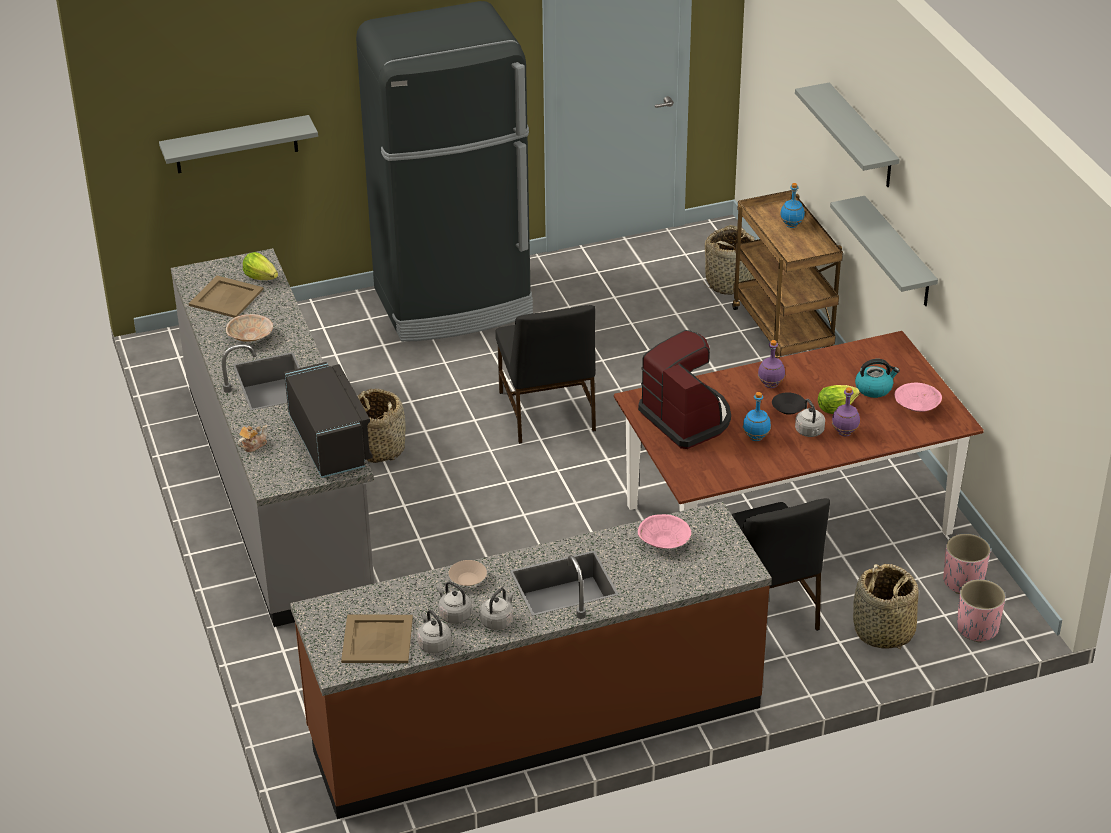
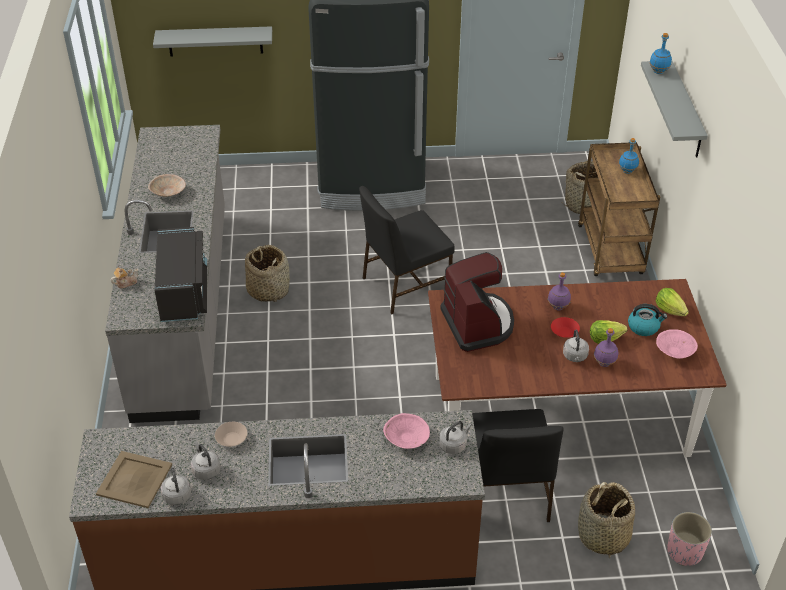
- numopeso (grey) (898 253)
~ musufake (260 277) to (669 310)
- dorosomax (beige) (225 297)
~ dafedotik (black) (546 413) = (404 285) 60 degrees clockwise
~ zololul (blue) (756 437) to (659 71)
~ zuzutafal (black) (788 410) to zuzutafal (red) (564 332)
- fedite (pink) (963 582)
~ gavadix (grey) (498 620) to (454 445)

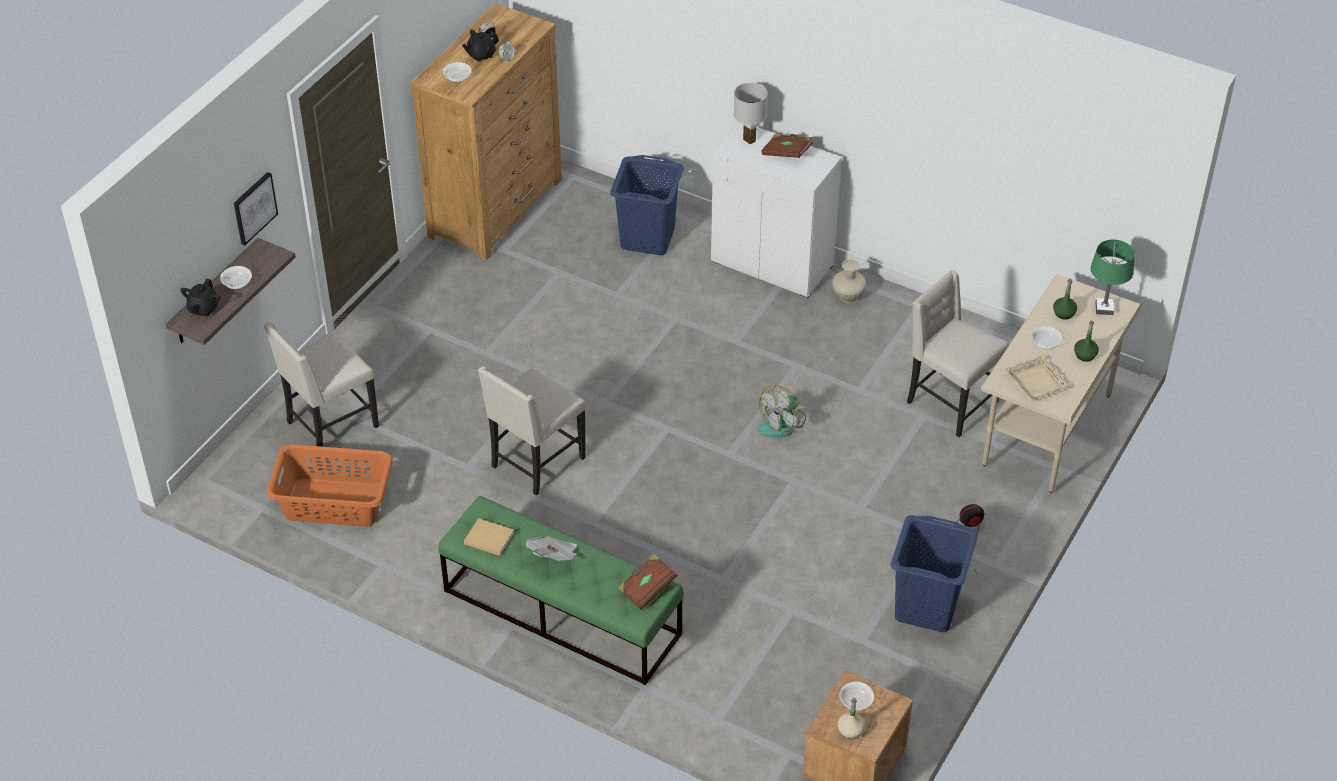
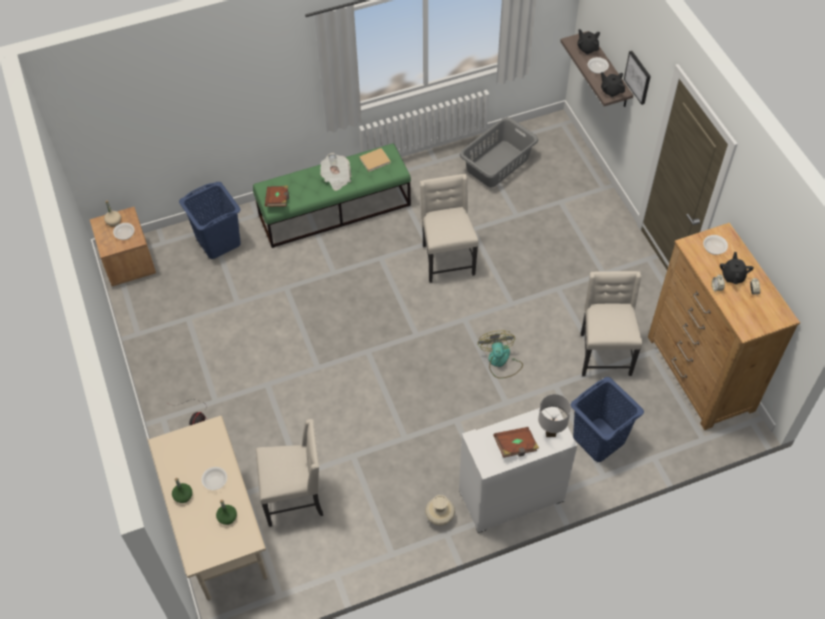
- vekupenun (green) (1104 308)
~ dafedotik (beige) (330 425) to (604 353)
- dorosomax (beige) (1036 382)
~ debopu (782 424) to (500 361)
~ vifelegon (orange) (334 502) to vifelegon (grey) (498 164)
~ vifelegon (blue) (926 607) to (218 241)
+ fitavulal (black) (611 91)

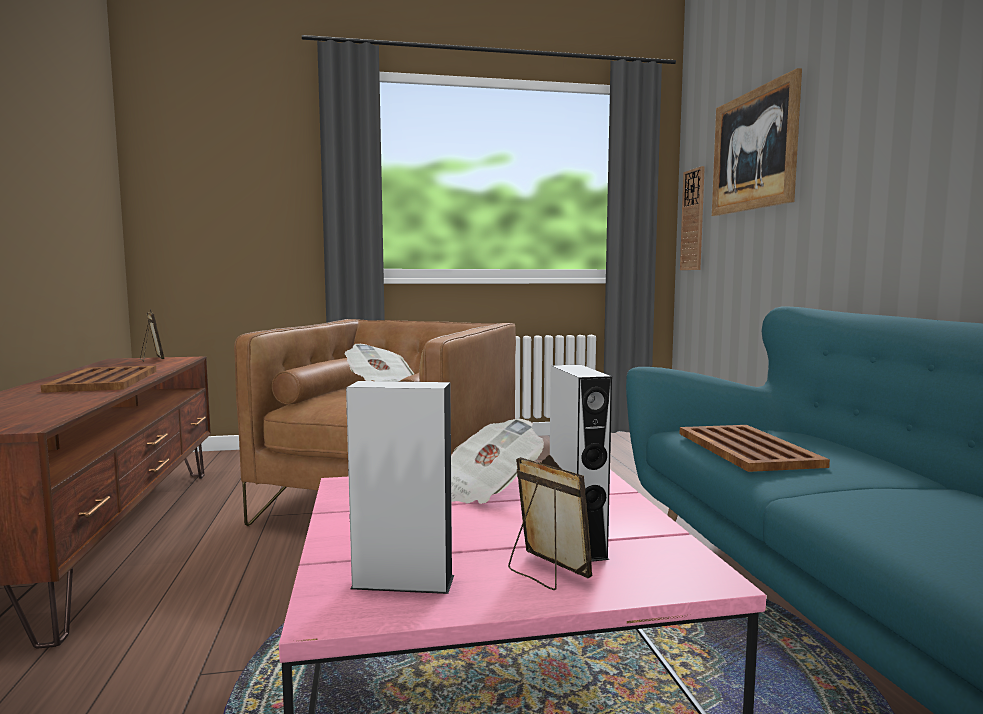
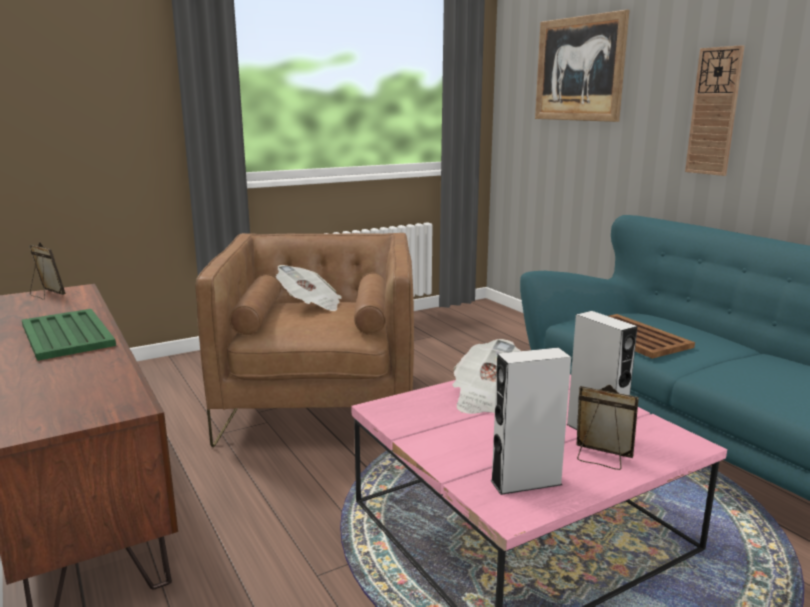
~ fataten (693 220) to (714 112)
~ dorosomax (brown) (103 381) to dorosomax (green) (67 335)

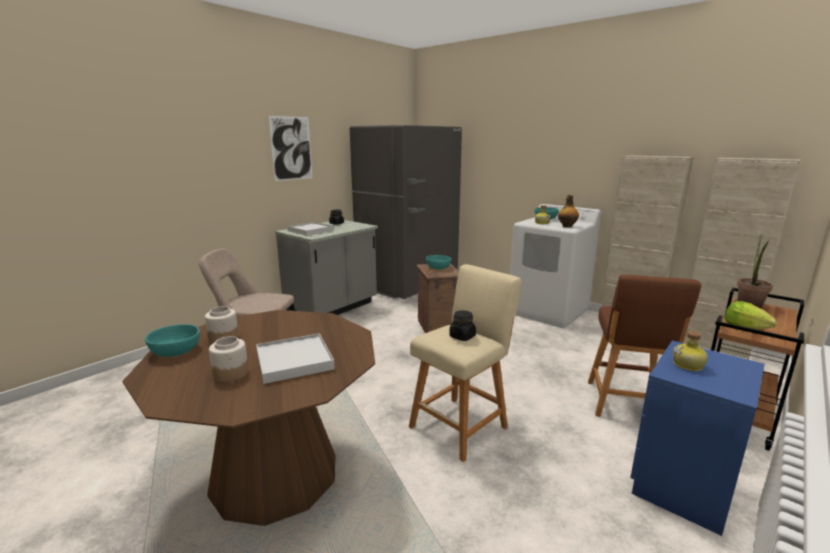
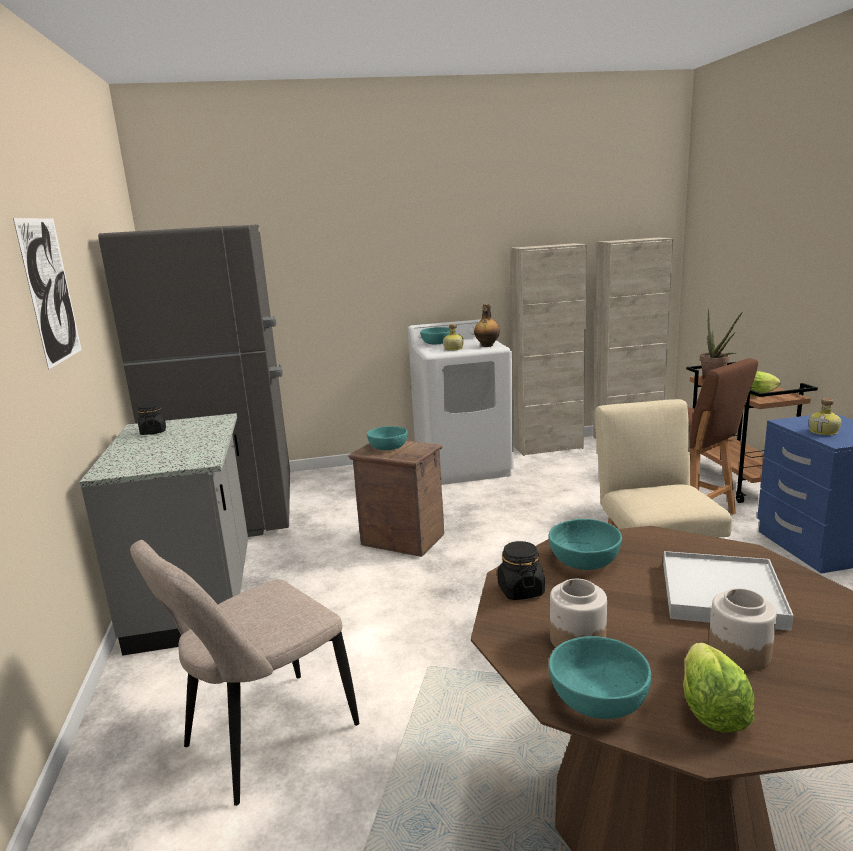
- dorosomax (white) (310 230)
~ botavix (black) (462 336) to (520 590)
+ zuzutafal (turquoise) (584 560)
+ musufake (711 710)

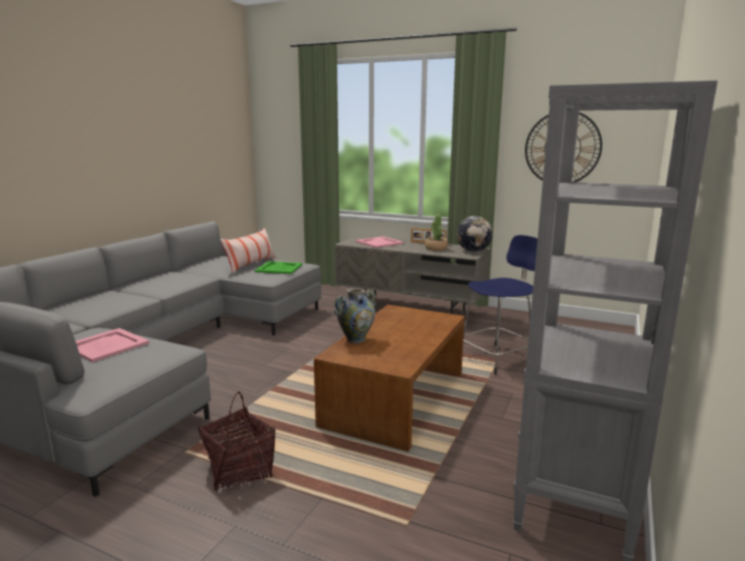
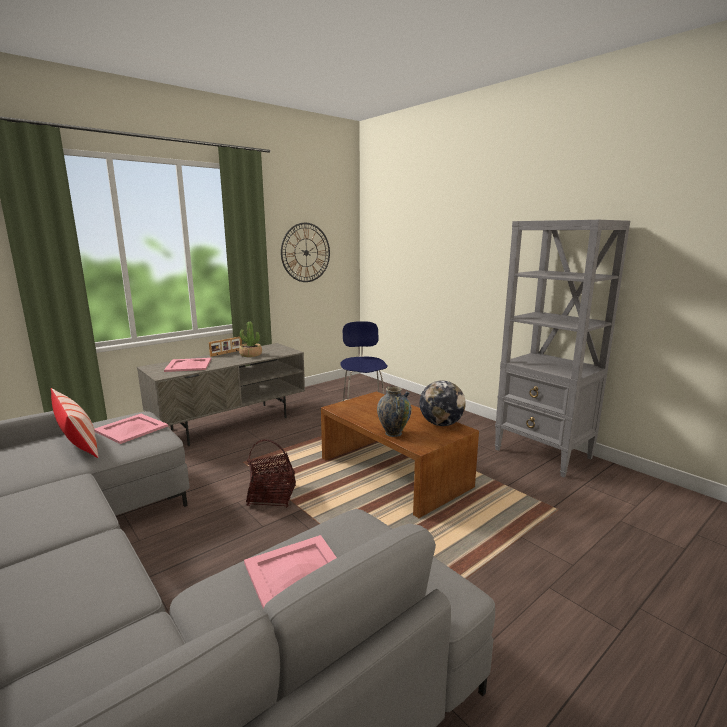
~ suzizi (473 251) to (441 424)
~ dorosomax (green) (279 268) to dorosomax (pink) (131 428)
~ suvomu (239 469) to (272 496)

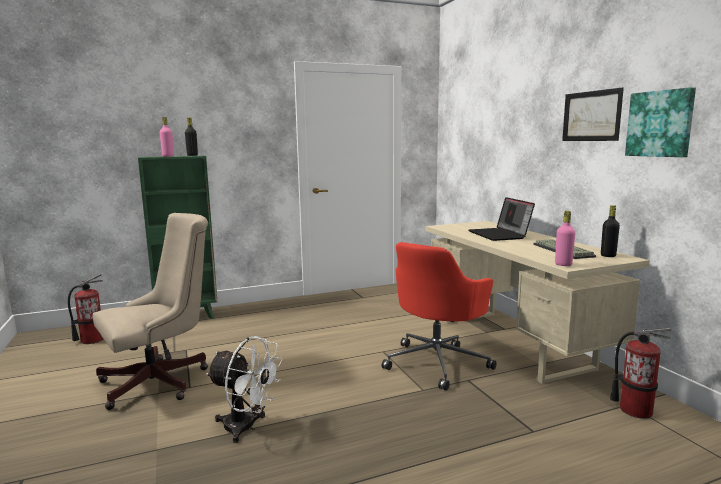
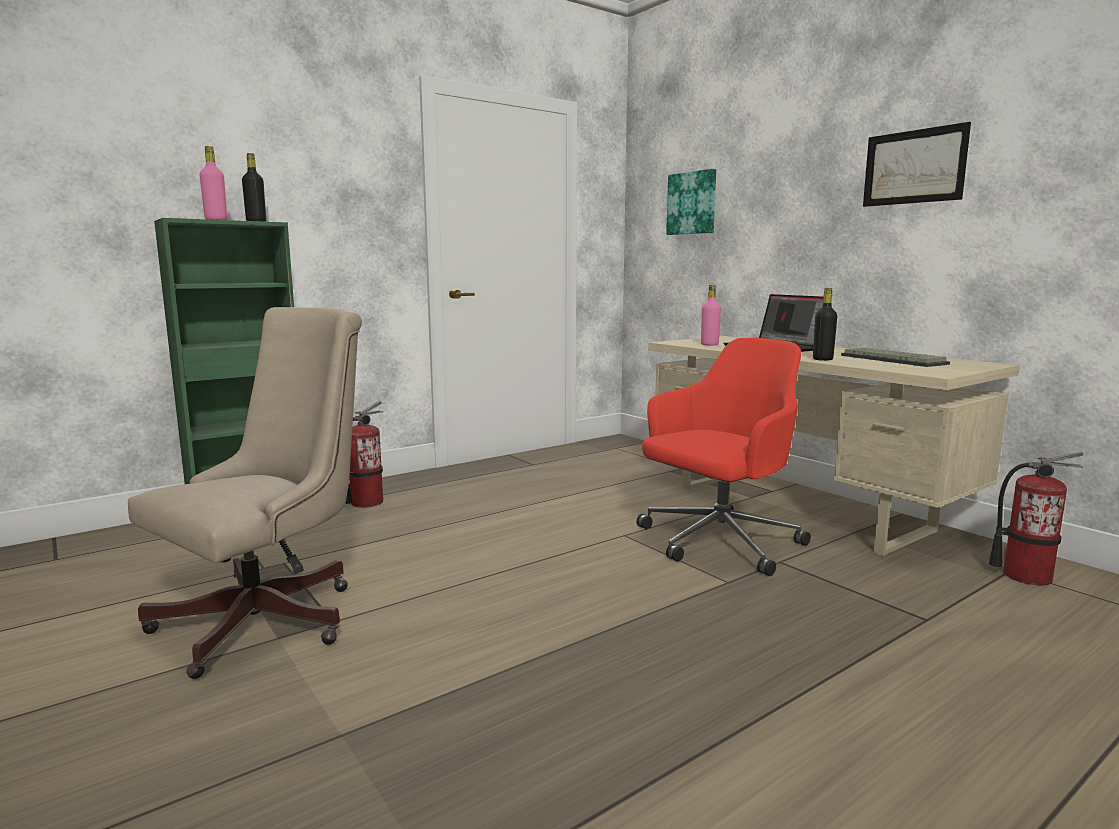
~ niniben (660 124) to (692 203)
~ zololul (black) (608 256) to (822 359)
~ zololul (pink) (563 264) to (709 344)
~ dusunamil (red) (437 362) = (717 542) 150 degrees counterclockwise
~ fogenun (92 340) to (366 502)
- debopu (white) (246 427)

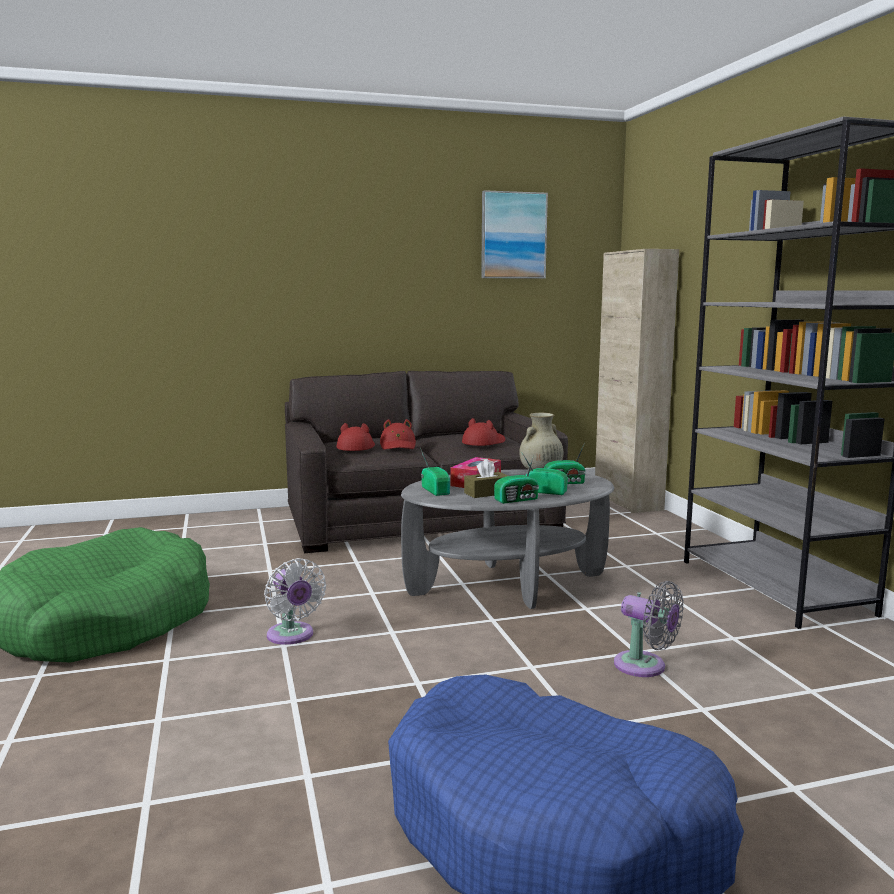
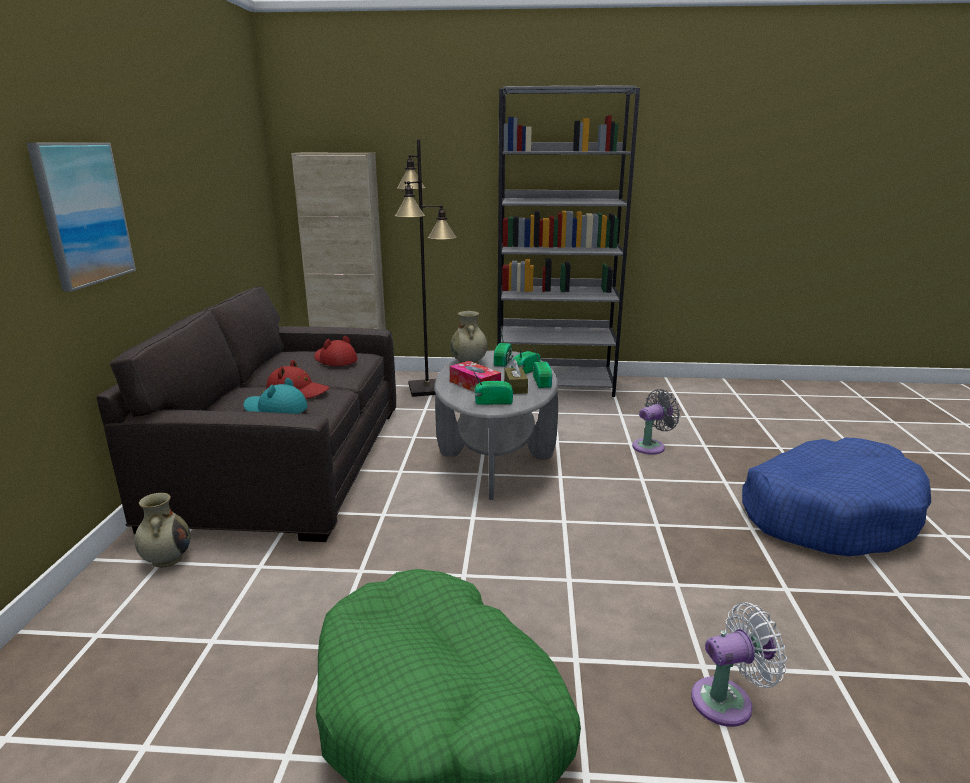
~ niniben (513 235) to (83 214)
~ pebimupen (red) (356 447) to pebimupen (turquoise) (275 409)
~ debopu (white) (292 636) to (727 700)
+ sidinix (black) (427 388)
+ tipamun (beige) (167 559)

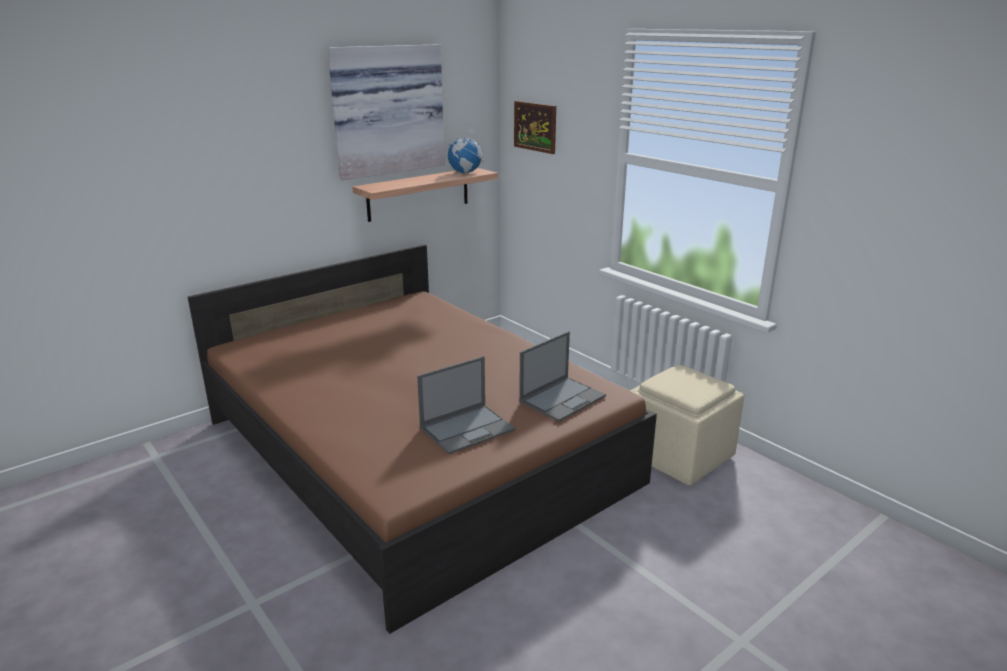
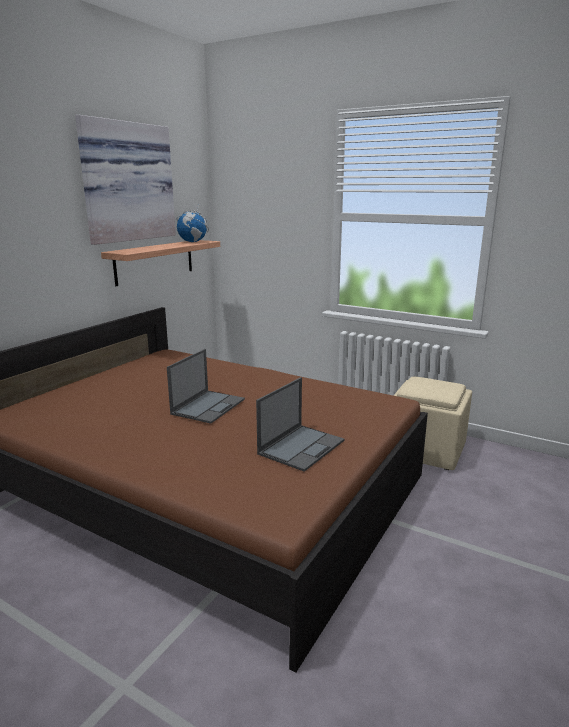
- niniben (535 127)
~ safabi (563 398) to (208 406)

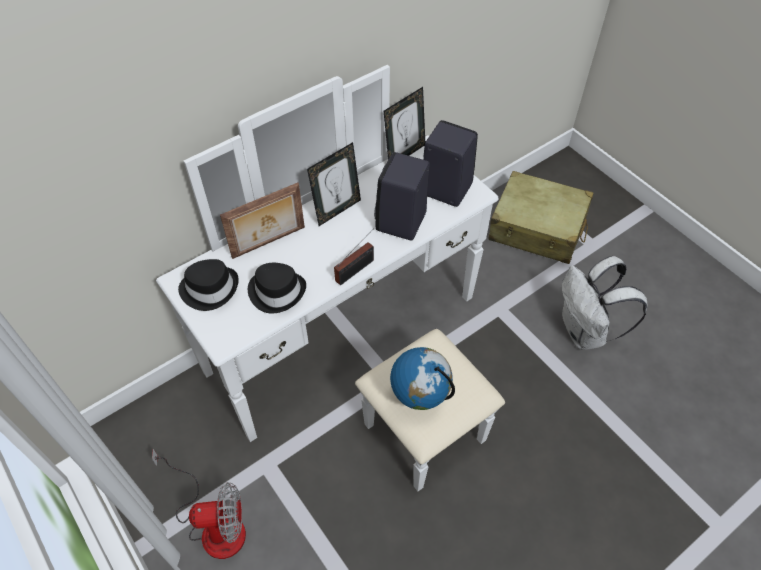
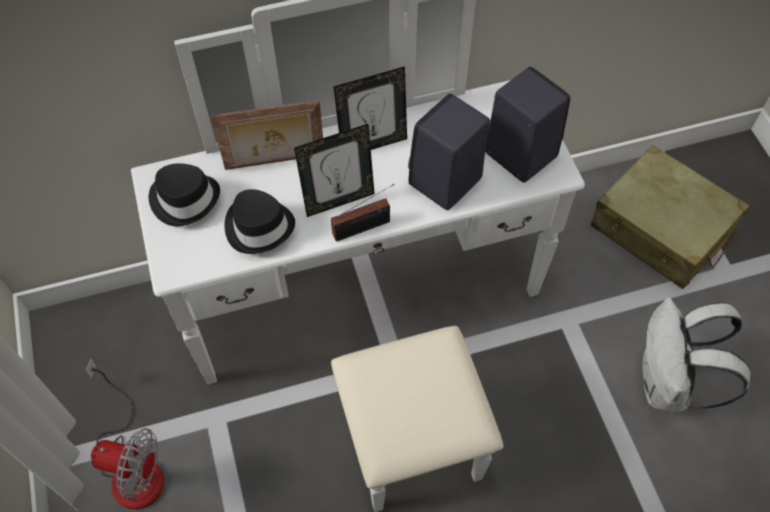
~ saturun (404 154) to (338 200)
- suzizi (419 399)

